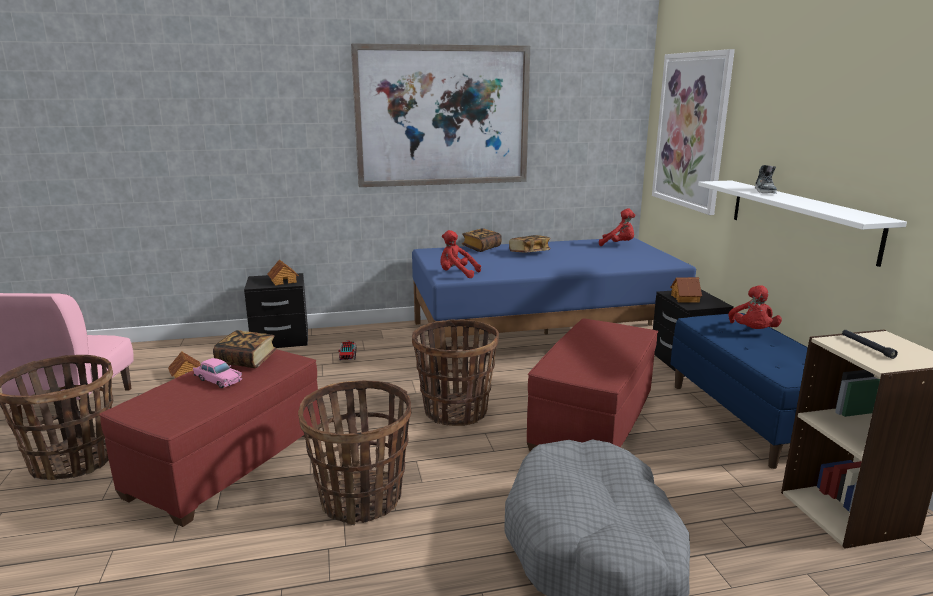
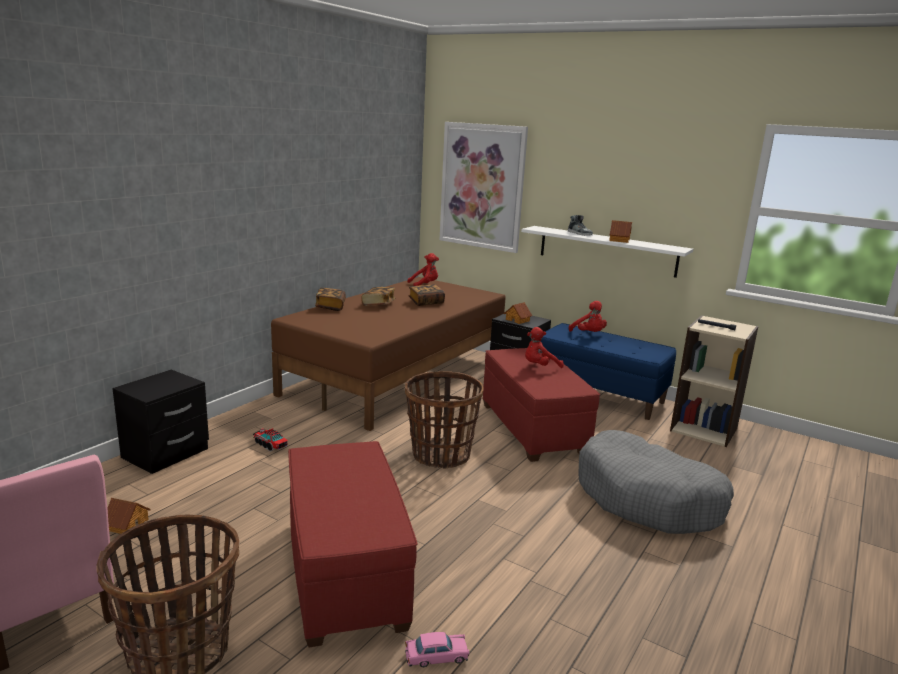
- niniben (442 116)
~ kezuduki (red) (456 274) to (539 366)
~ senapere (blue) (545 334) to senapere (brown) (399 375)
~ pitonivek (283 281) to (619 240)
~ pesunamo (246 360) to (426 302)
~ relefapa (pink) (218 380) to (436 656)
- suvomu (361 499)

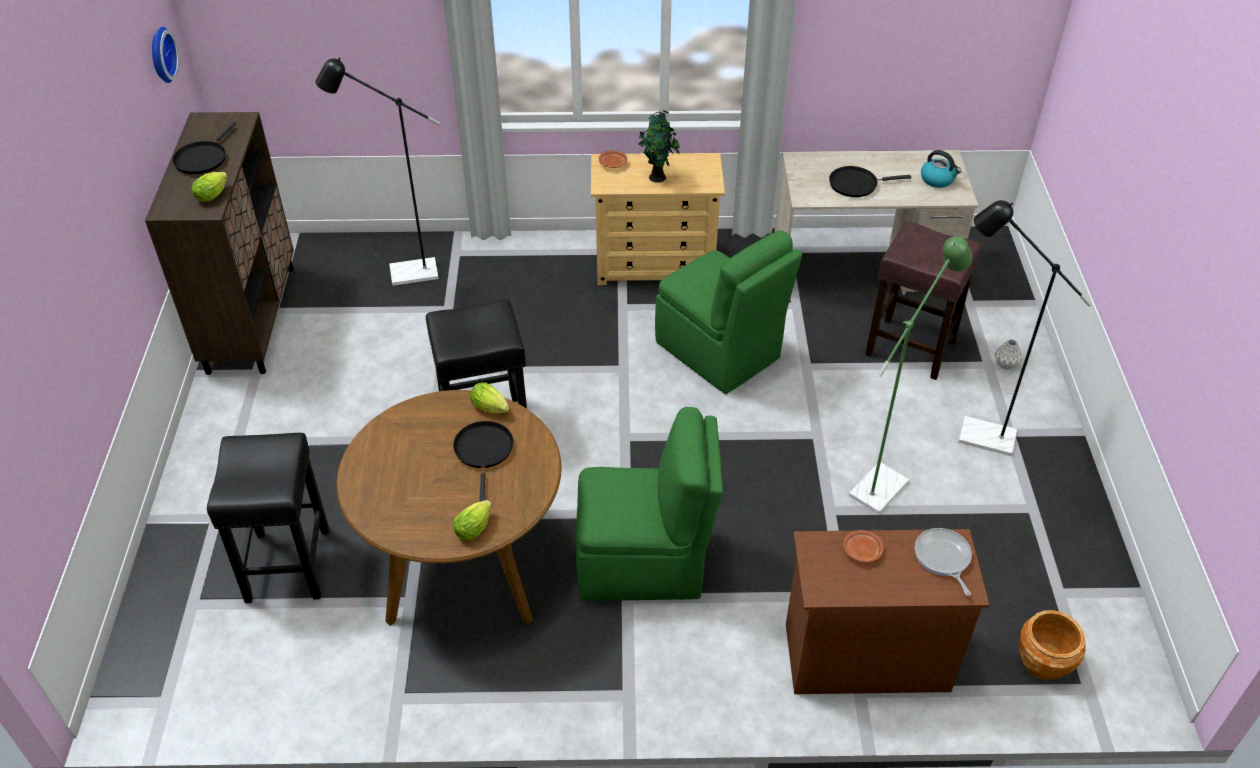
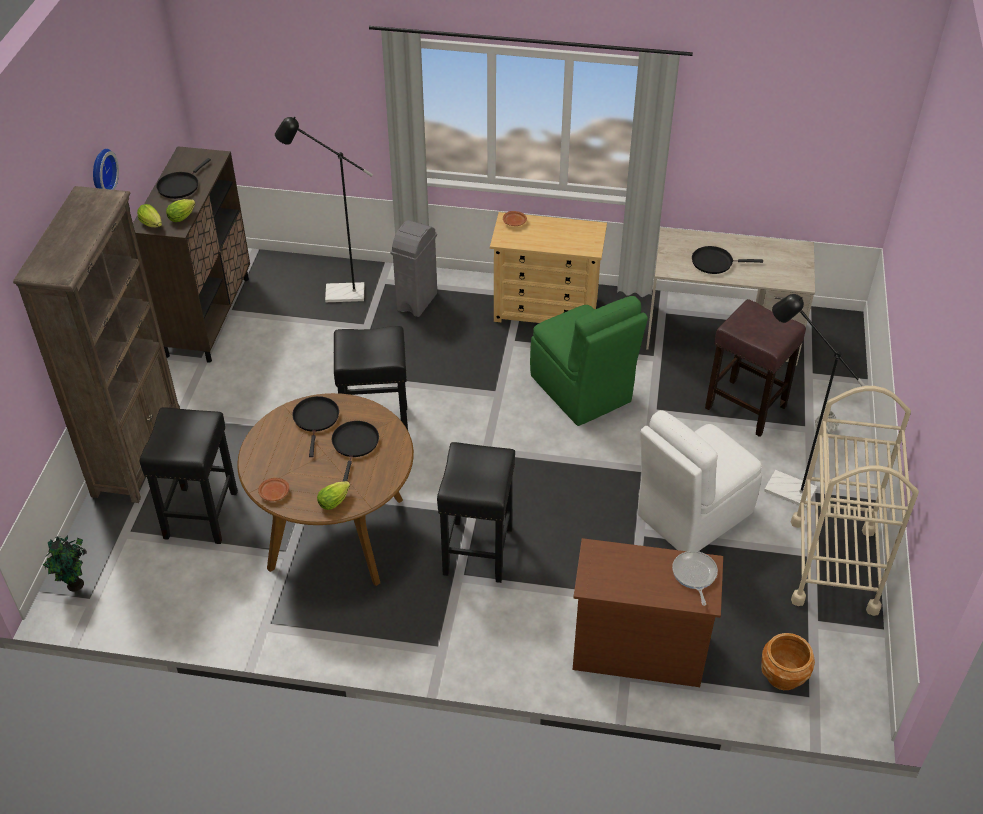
~ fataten (160 55) to (101 172)
~ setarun (658 178) to (76 585)
- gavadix (938 179)
~ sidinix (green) (884 482) to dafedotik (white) (692 515)
~ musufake (492 409) to (153 225)
~ dafedotik (green) (644 563) to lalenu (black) (478 552)
~ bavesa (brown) (861 551) to (274 493)
+ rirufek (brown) (137 452)
+ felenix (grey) (417 301)
+ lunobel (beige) (834 565)
+ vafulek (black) (316 419)

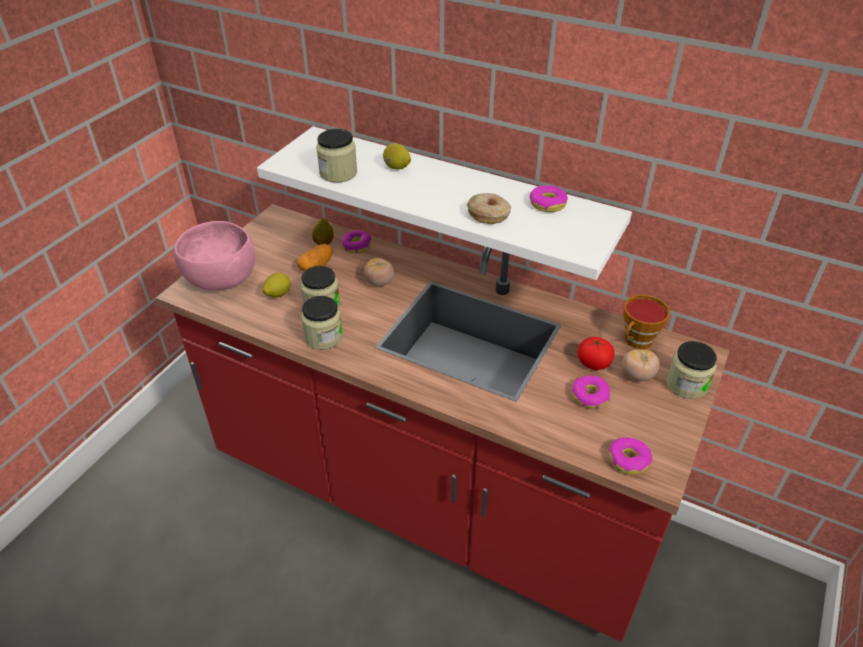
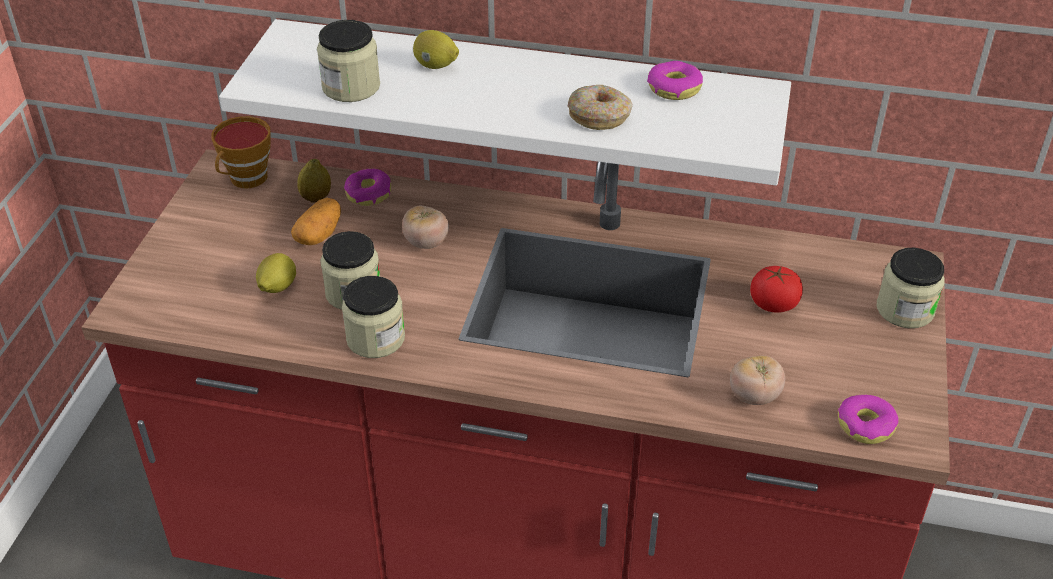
- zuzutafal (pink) (222 279)
~ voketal (636 341) to (246 180)
~ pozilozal (637 375) to (754 396)
- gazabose (589 396)

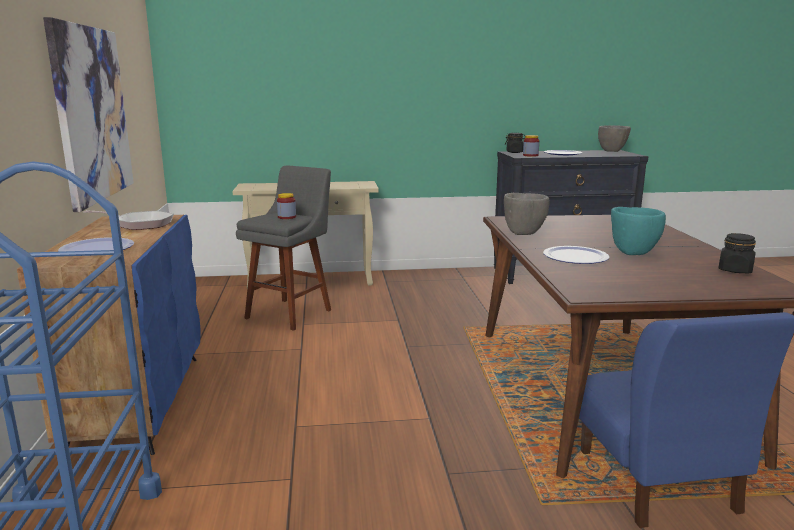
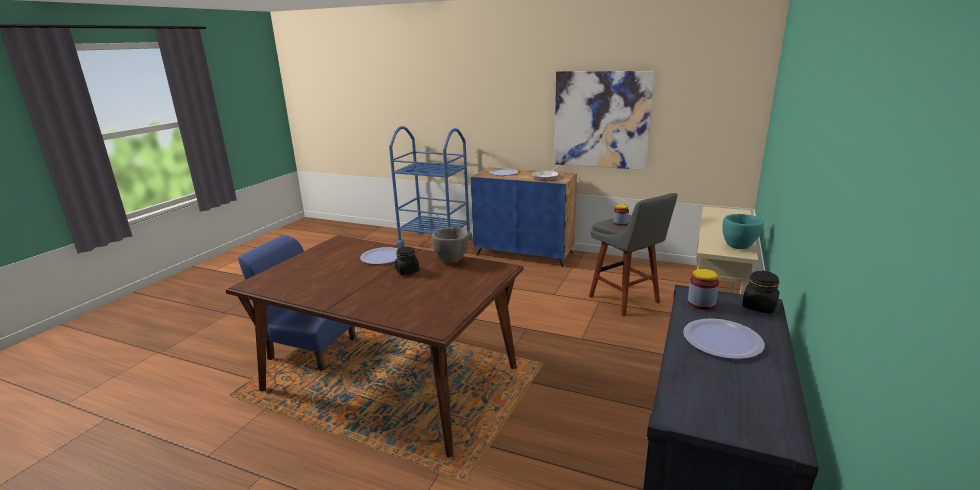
- zuzutafal (grey) (612 151)
~ zuzutafal (turquoise) (633 252) to (739 247)
~ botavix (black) (735 270) to (407 271)

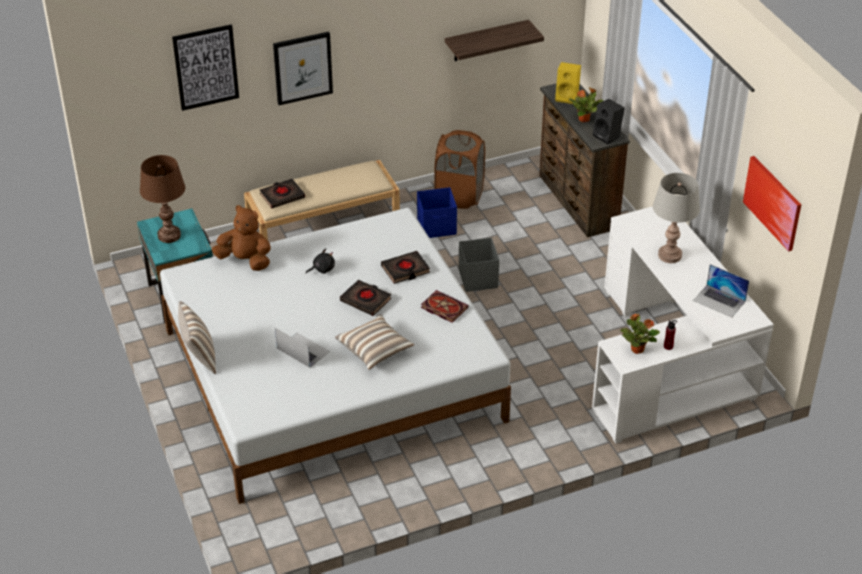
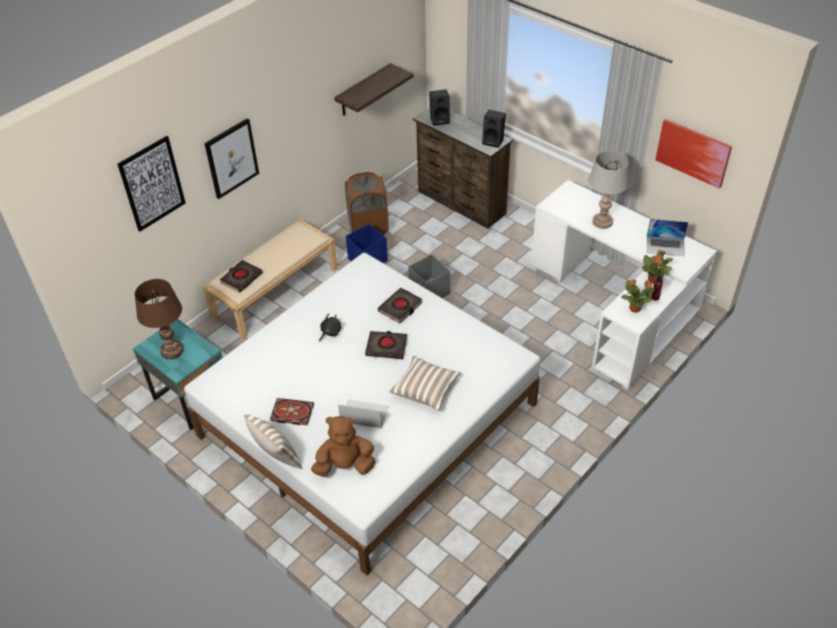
~ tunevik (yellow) (567 97) to tunevik (black) (440 119)
~ setarun (584 119) to (653 279)
~ kezuduki (brown) (245 261) to (345 466)
~ pesunamo (443 308) to (291 413)

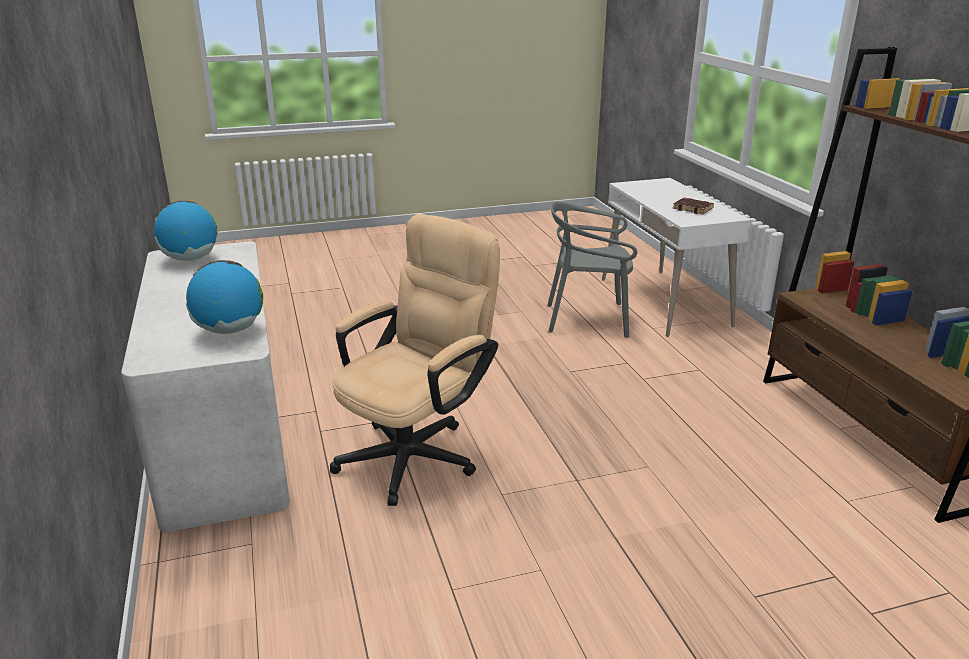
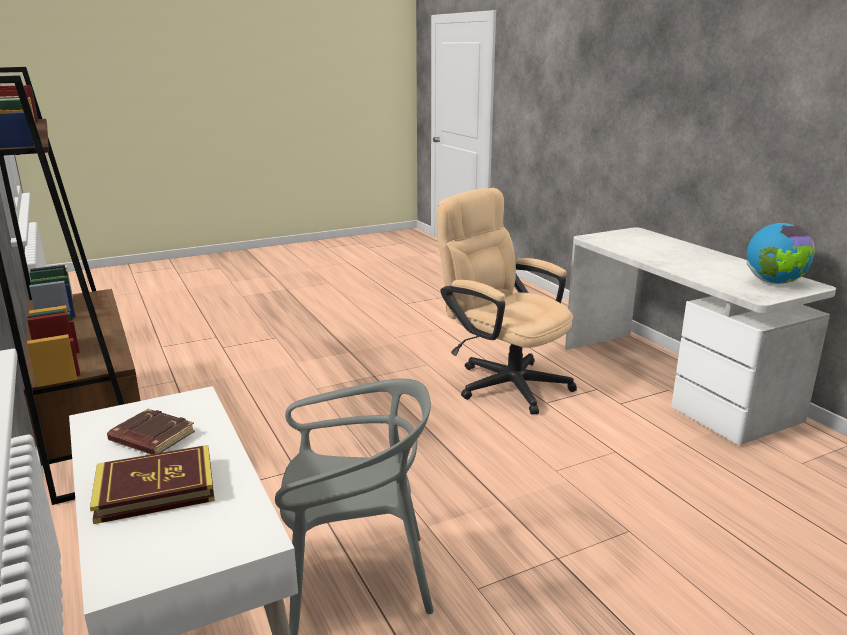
~ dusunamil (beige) (418 452) = (503 382) 105 degrees clockwise
- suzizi (230 330)
+ pesunamo (156 489)

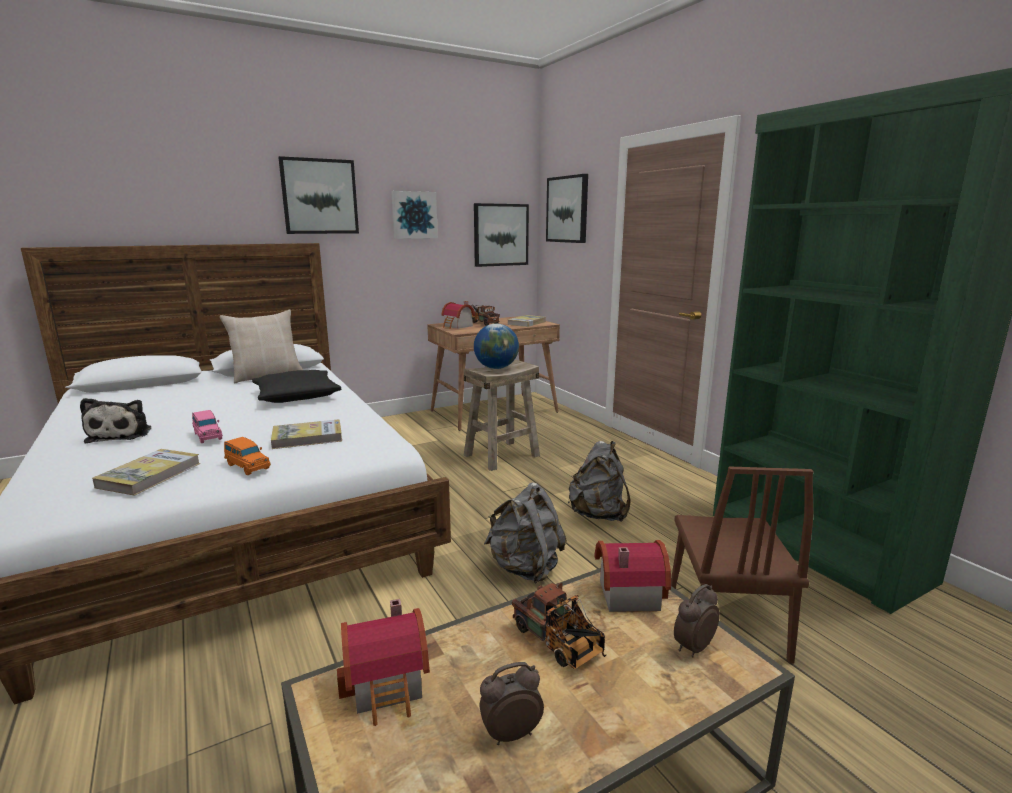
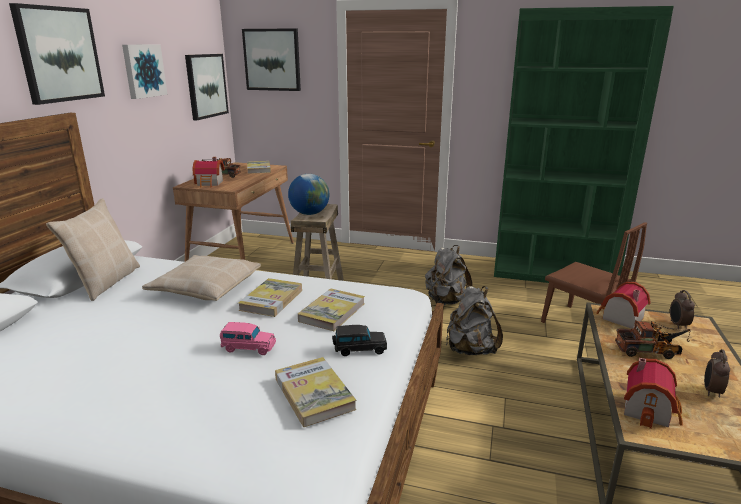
~ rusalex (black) (296 395) to rusalex (beige) (205 287)
- kezuduki (122 434)
~ relefapa (orange) (247 466) to relefapa (black) (359 349)
+ pesunamo (271 300)

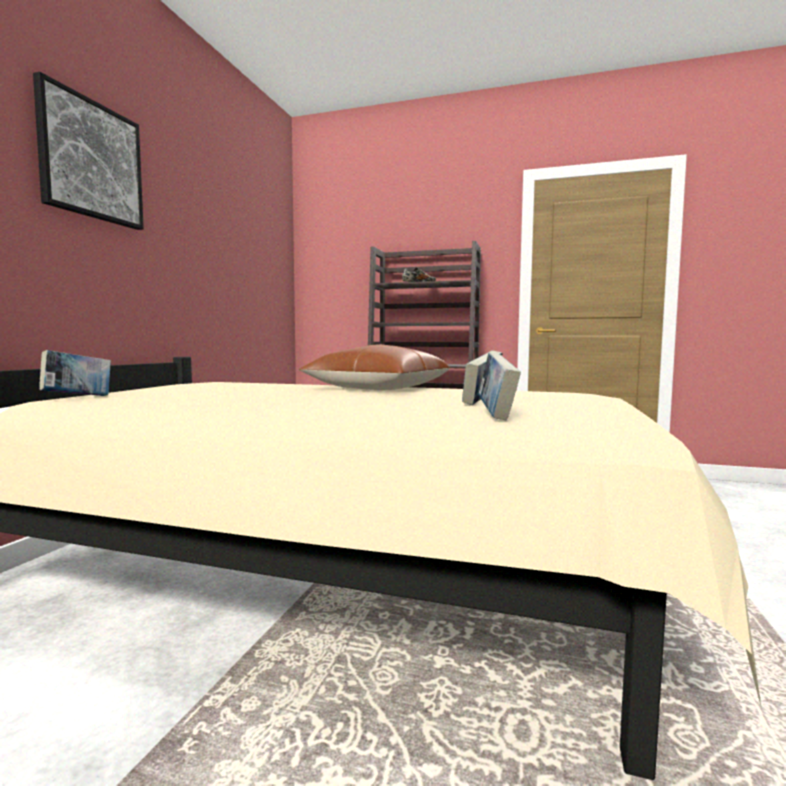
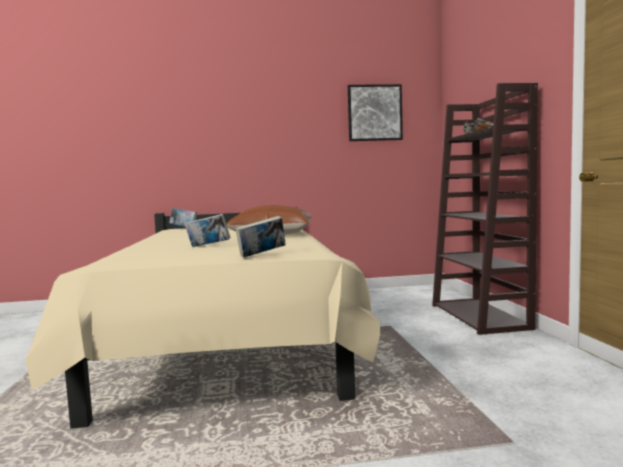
~ niniben (91 160) to (374 113)
~ pesunamo (496 415) to (262 255)

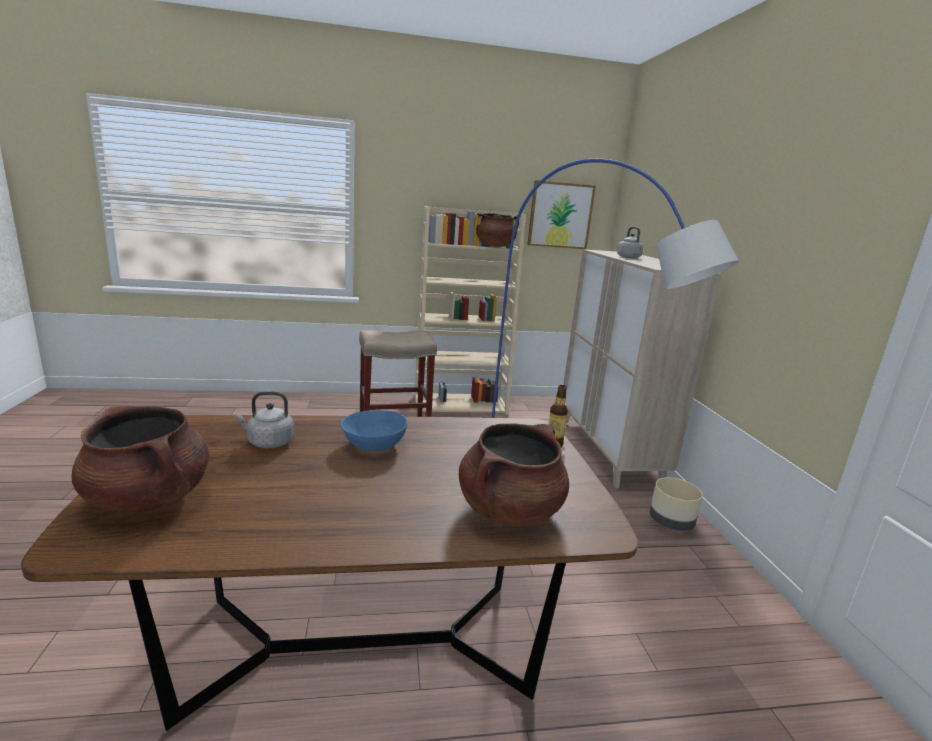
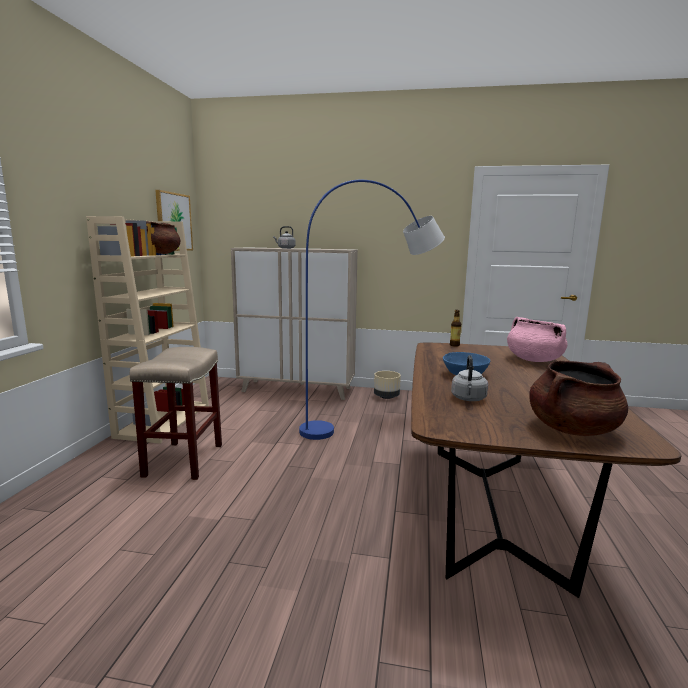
~ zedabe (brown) (509 510) to zedabe (pink) (533 360)

